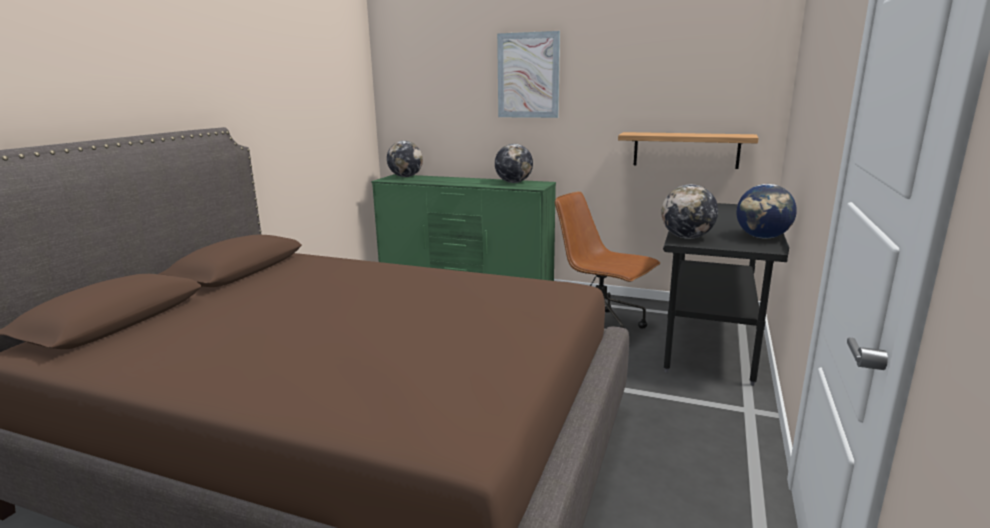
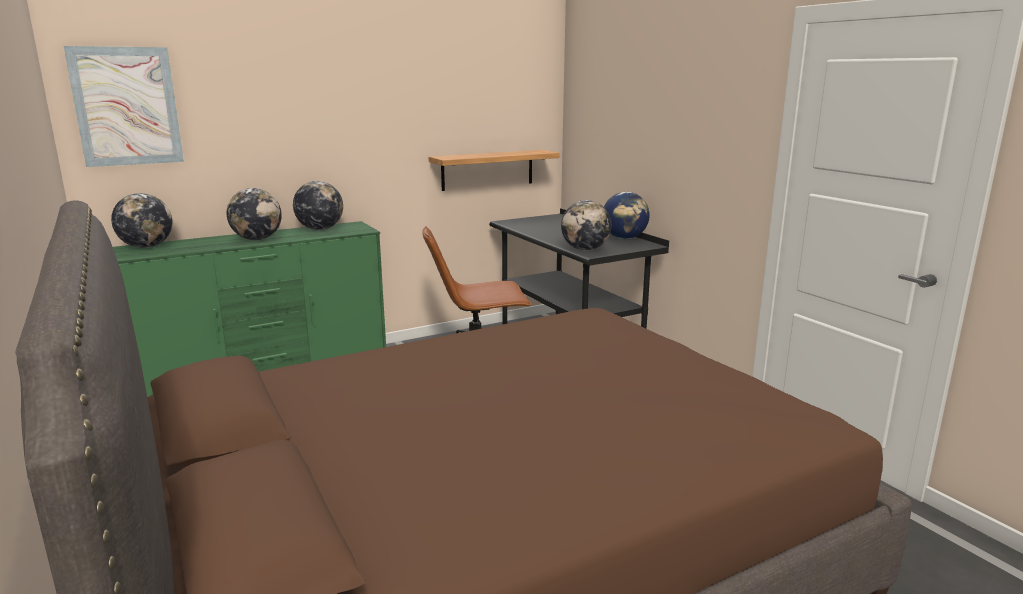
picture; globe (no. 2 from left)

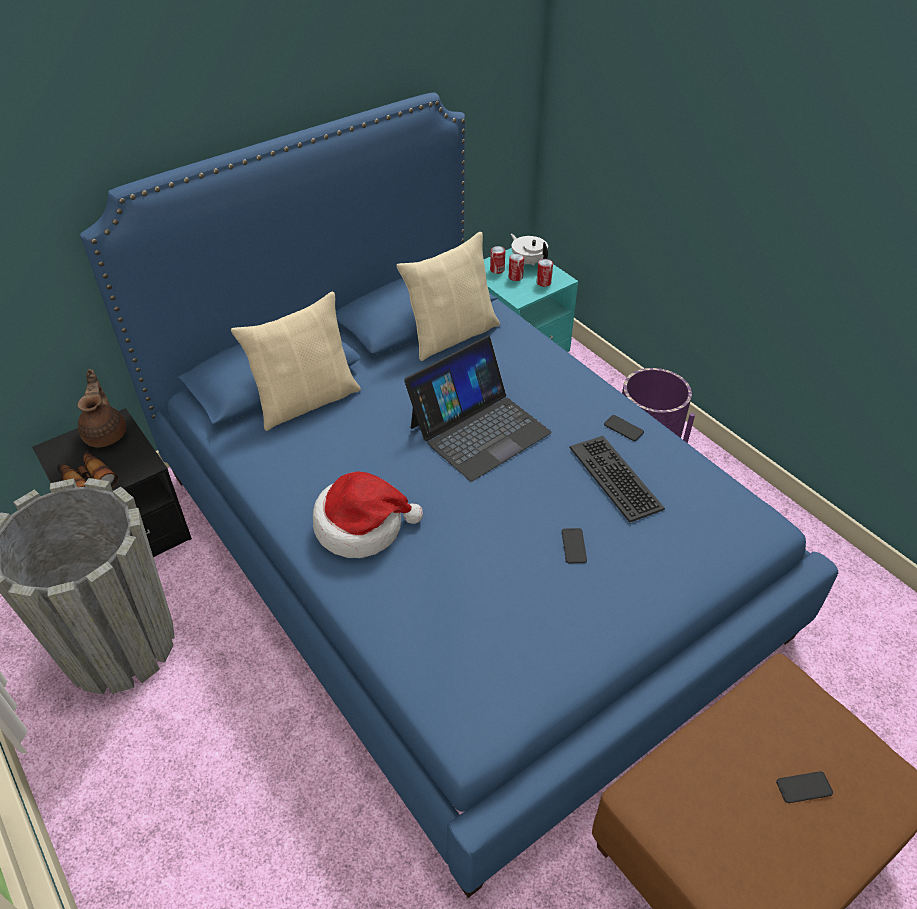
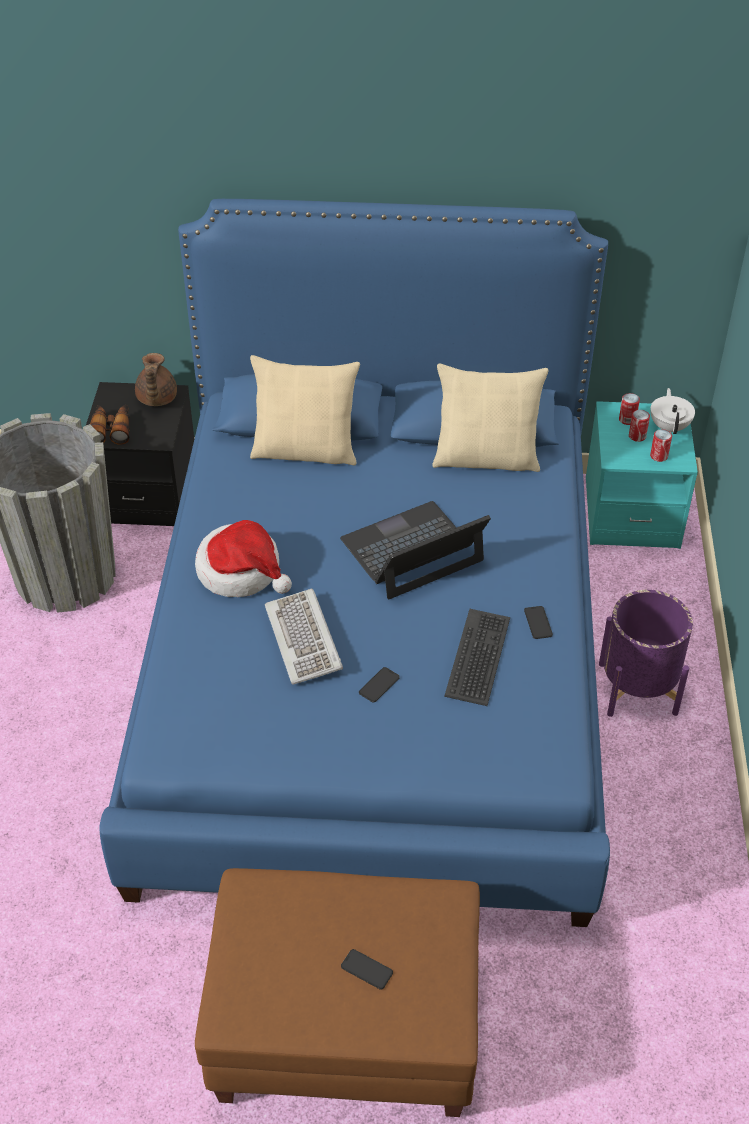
laptop; brown teapot; keyboard (no. 1 from left)

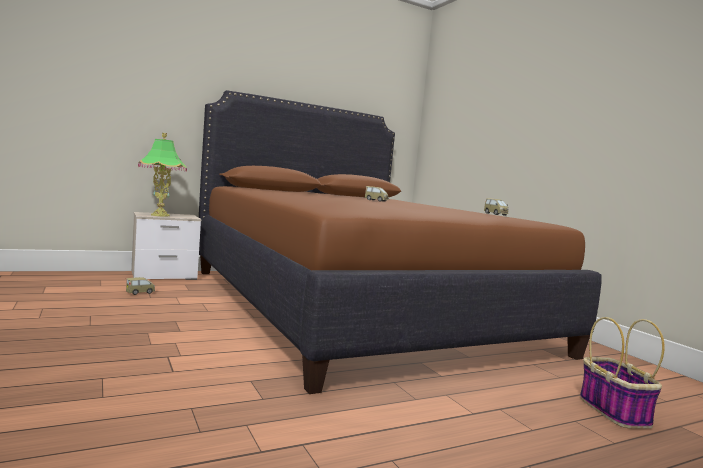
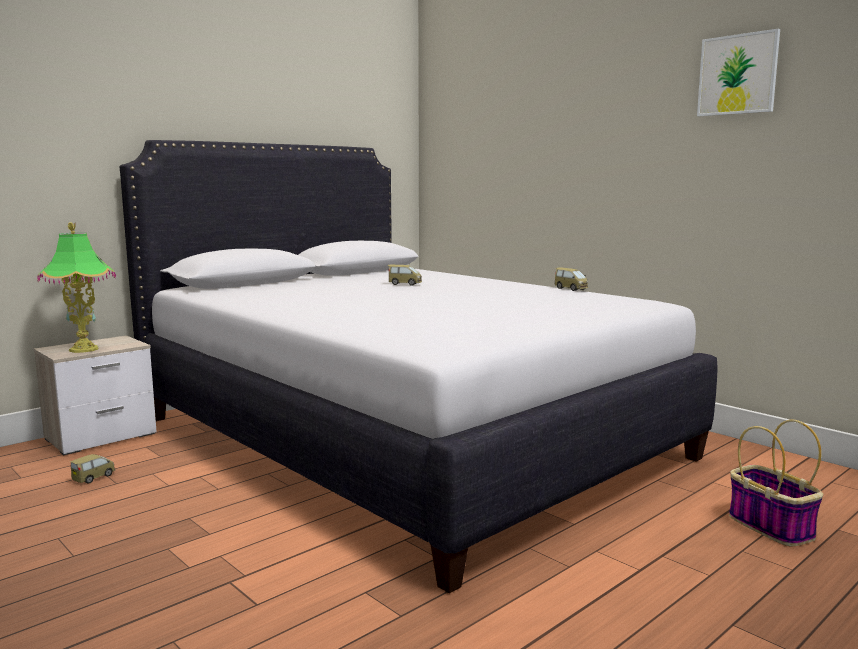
white bed; picture

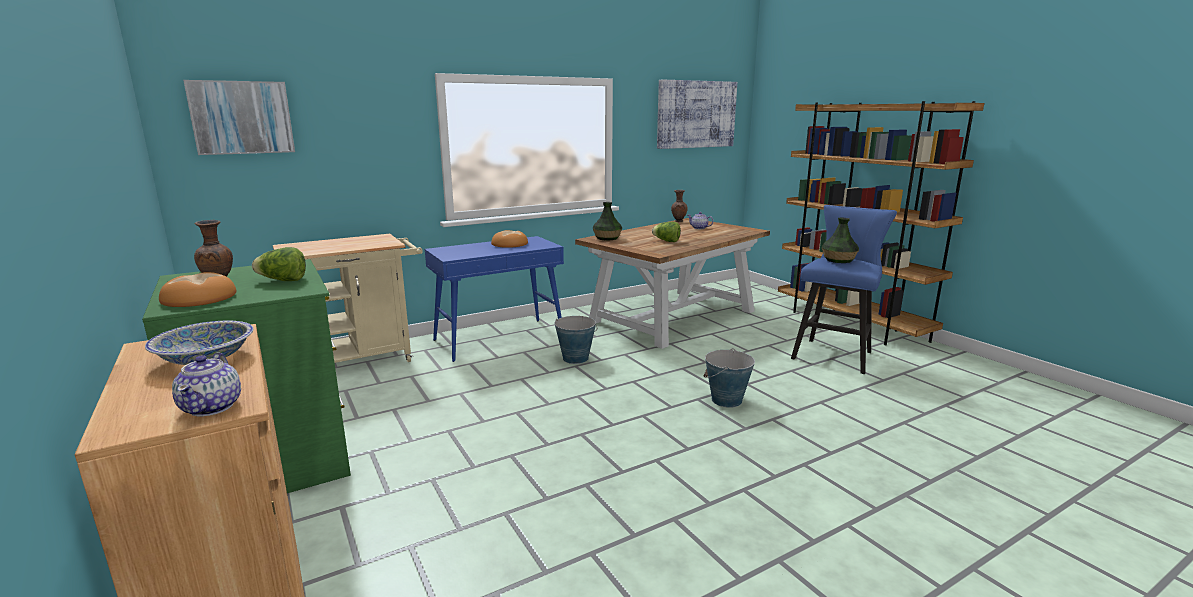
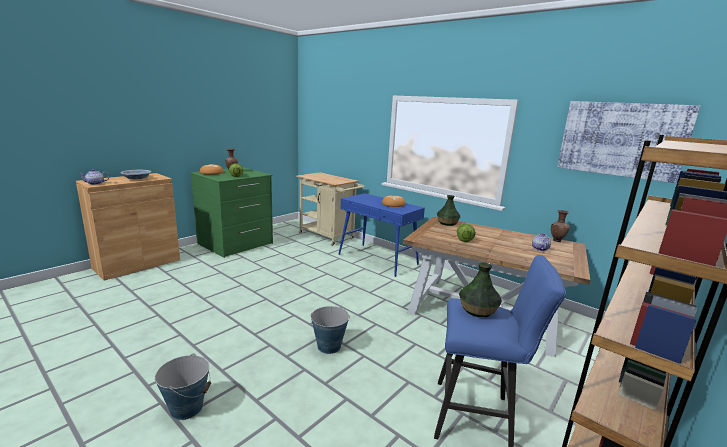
picture (no. 1 from left in the first image); bucket (no. 1 from left)

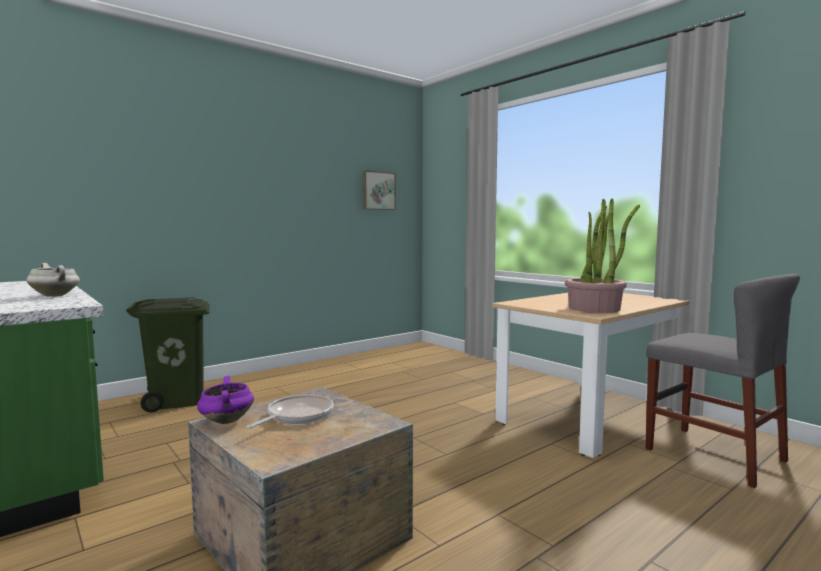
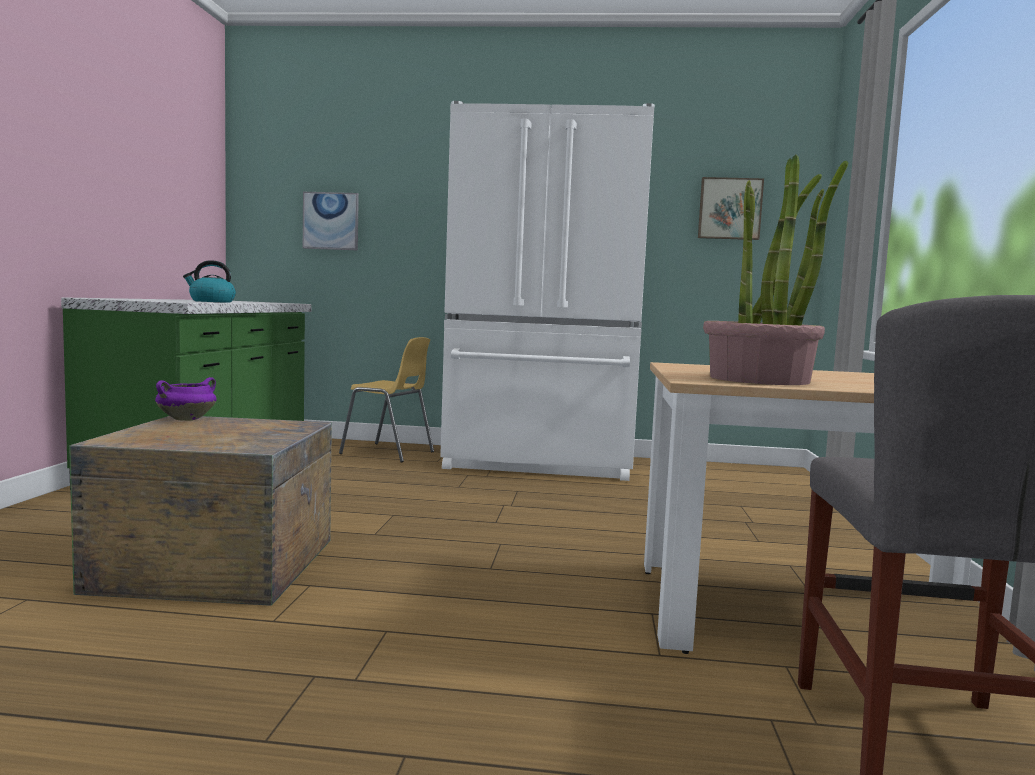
kettle; yellow chair; frying pan; white fridge; picture (no. 1 from left)

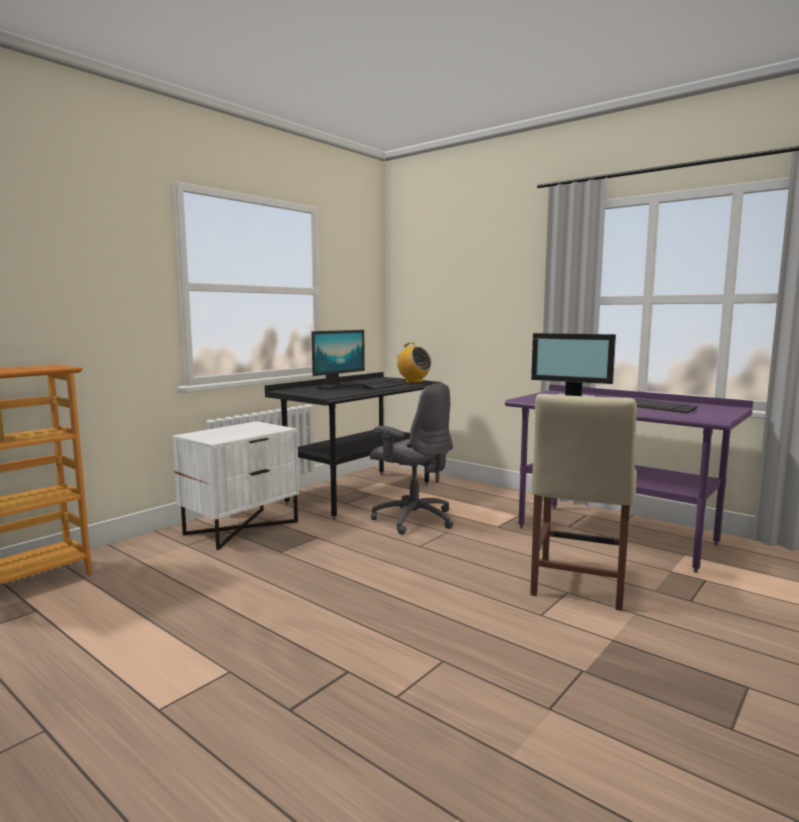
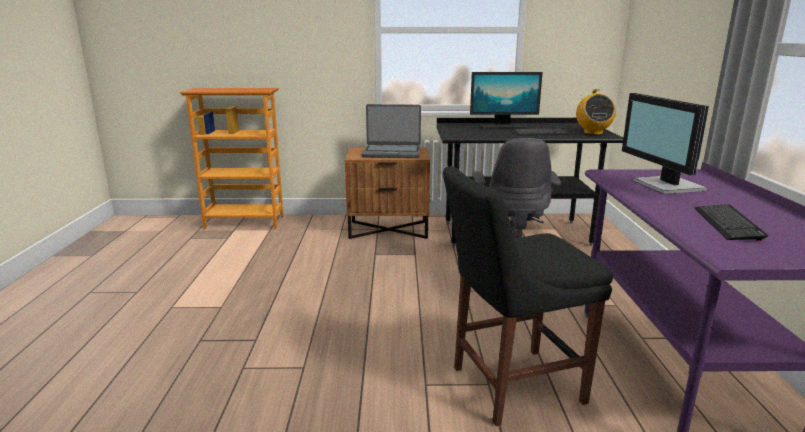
black chair; brown nightstand; laptop

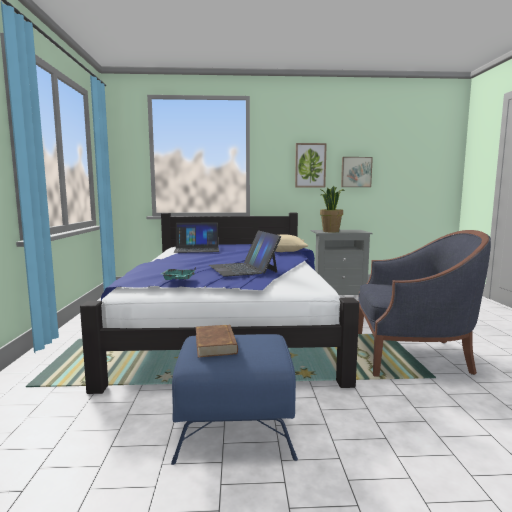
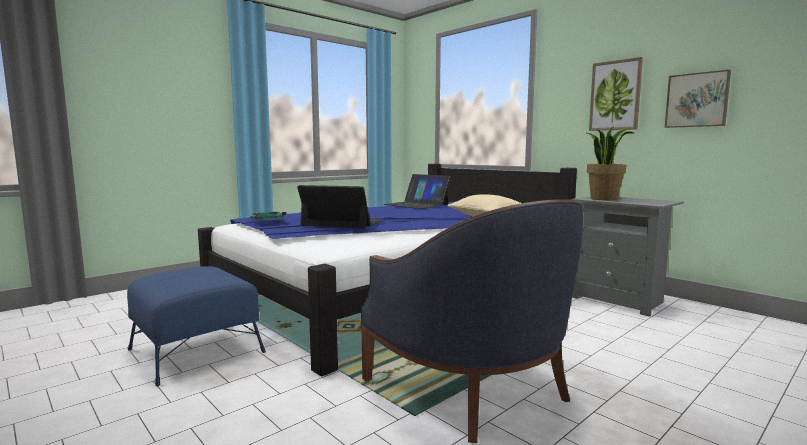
laptop (no. 1 from left); brown book

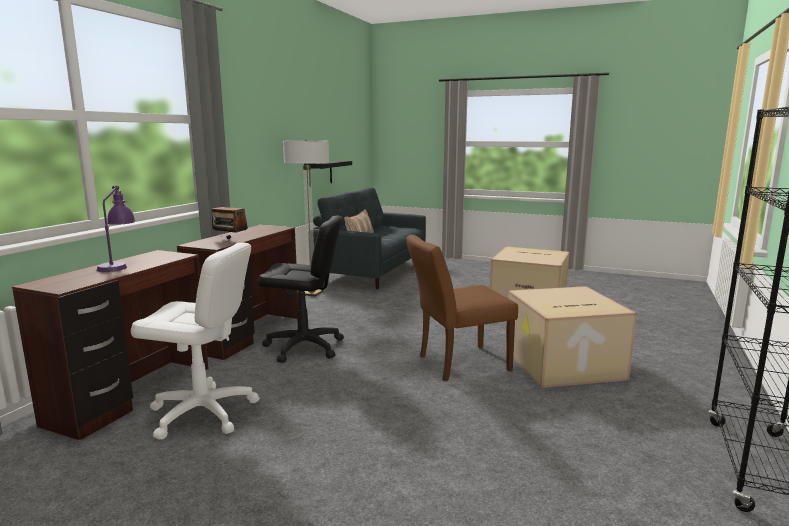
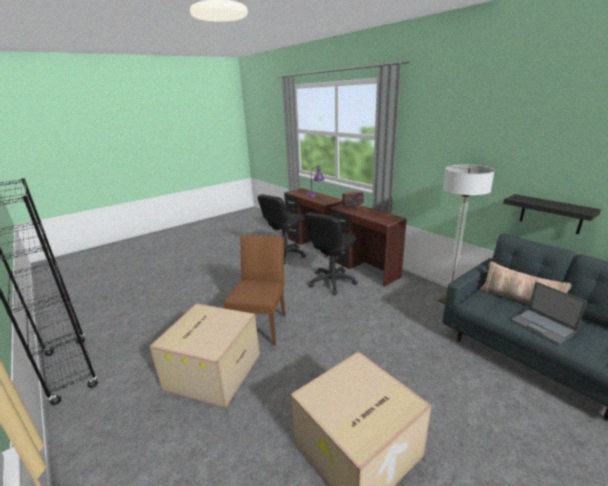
black office chair (no. 1 from left); laptop

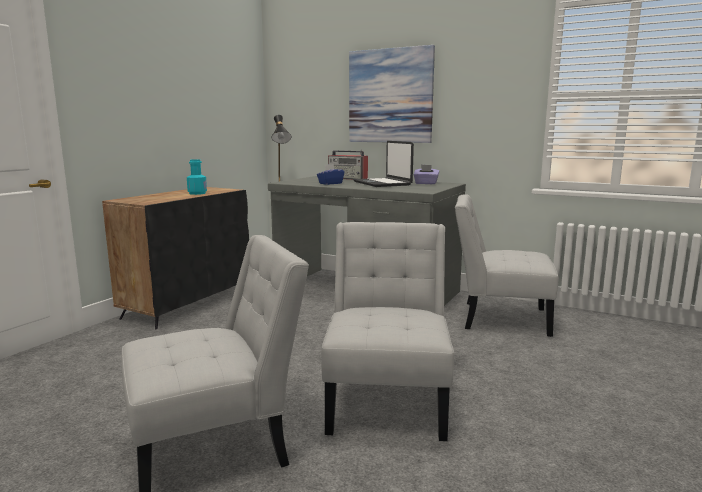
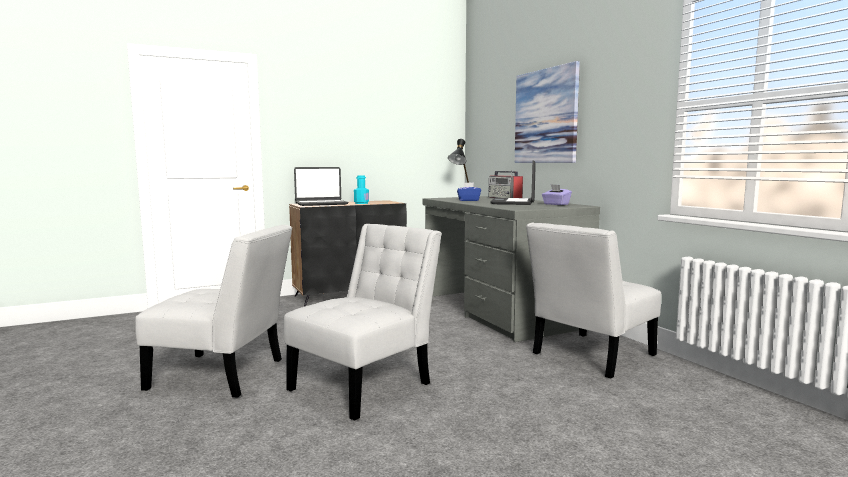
white chair (no. 3 from left); laptop (no. 1 from left)

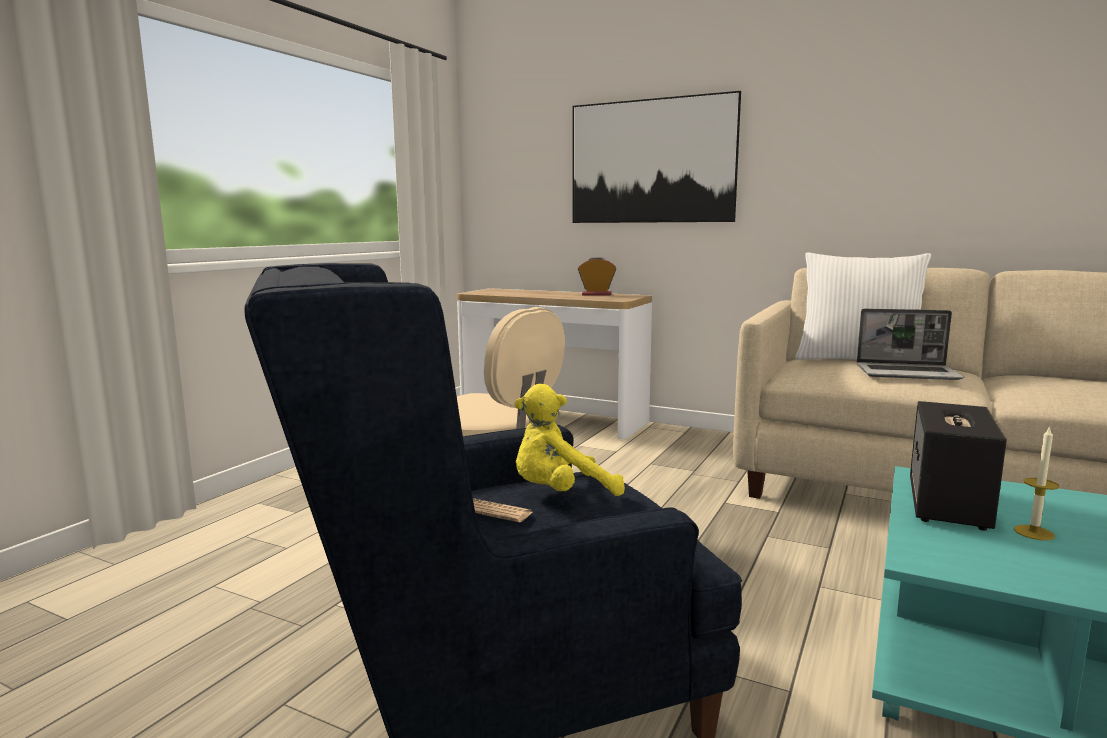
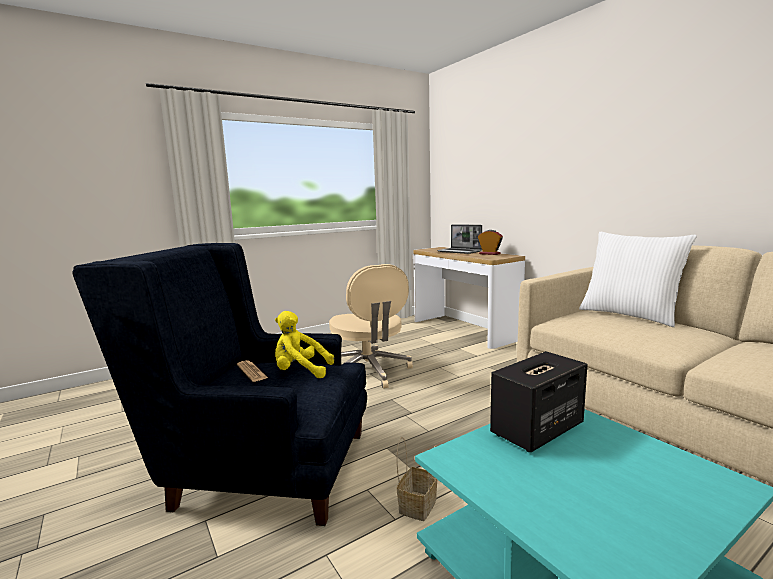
picture; laptop; candle; basket

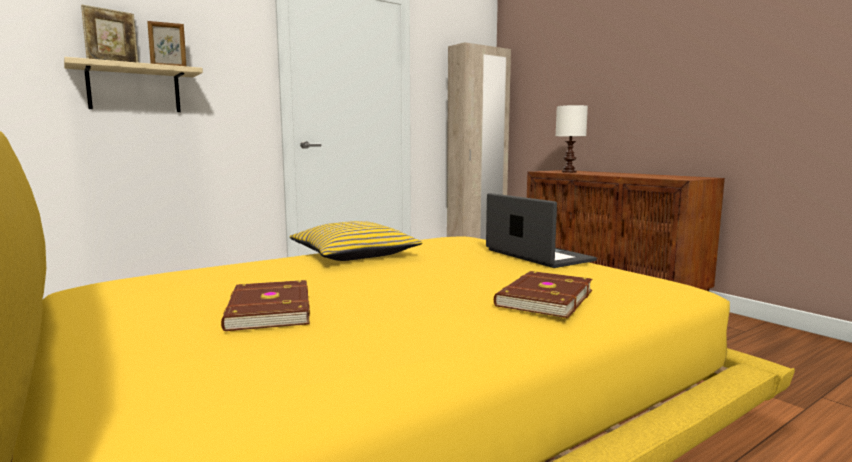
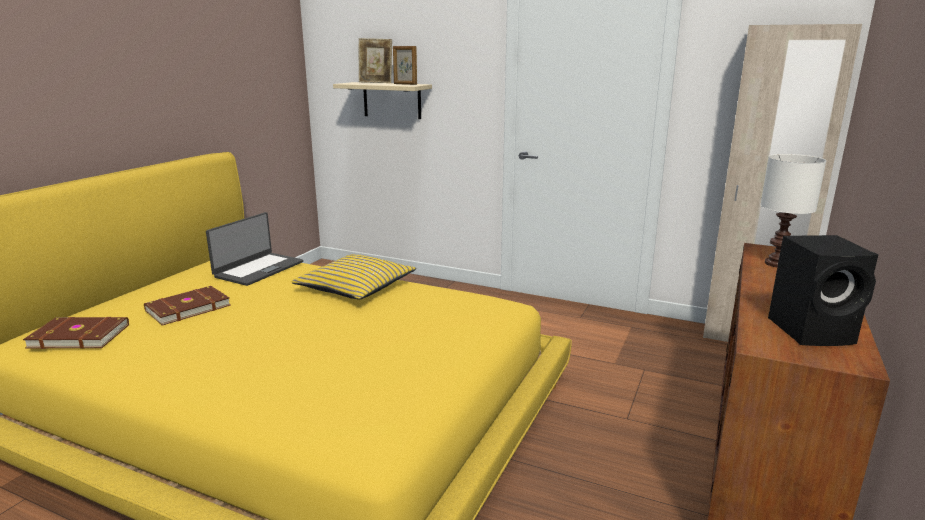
laptop; brown book (no. 1 from left); black speaker

